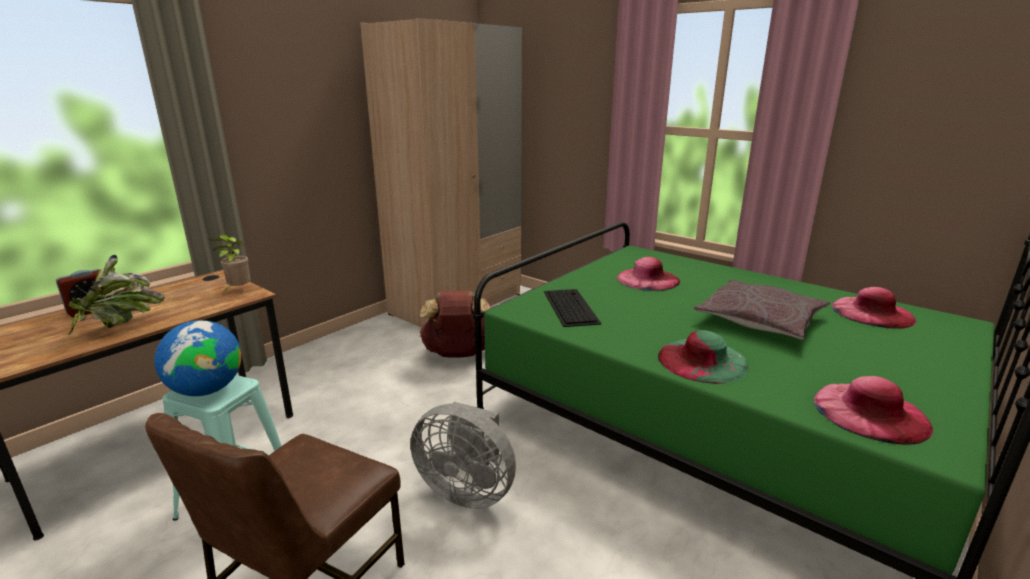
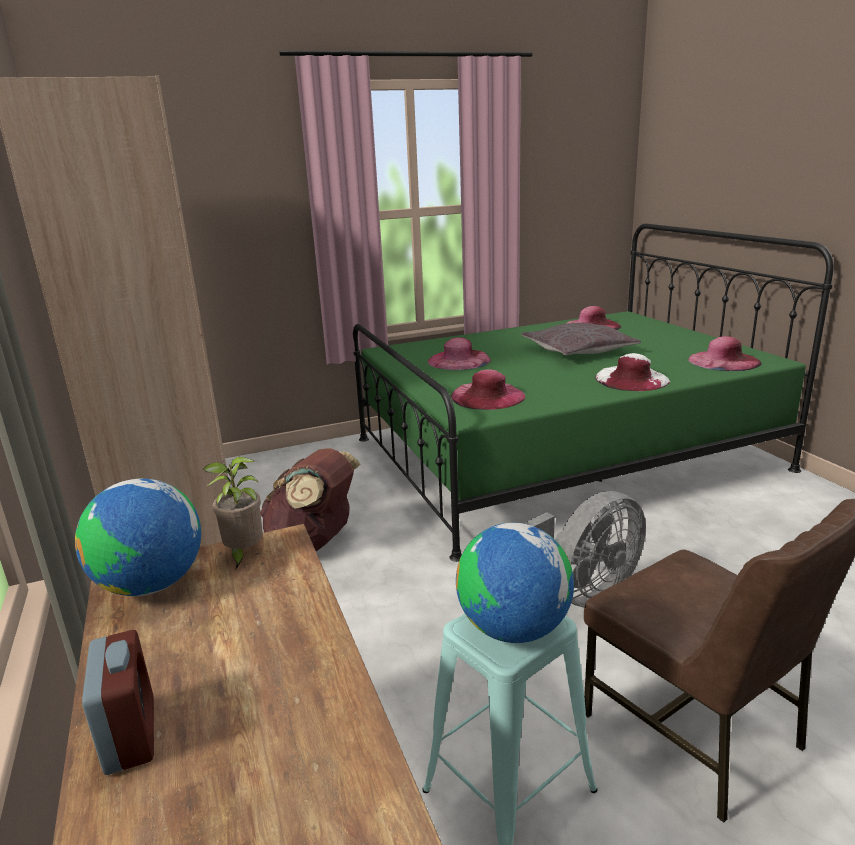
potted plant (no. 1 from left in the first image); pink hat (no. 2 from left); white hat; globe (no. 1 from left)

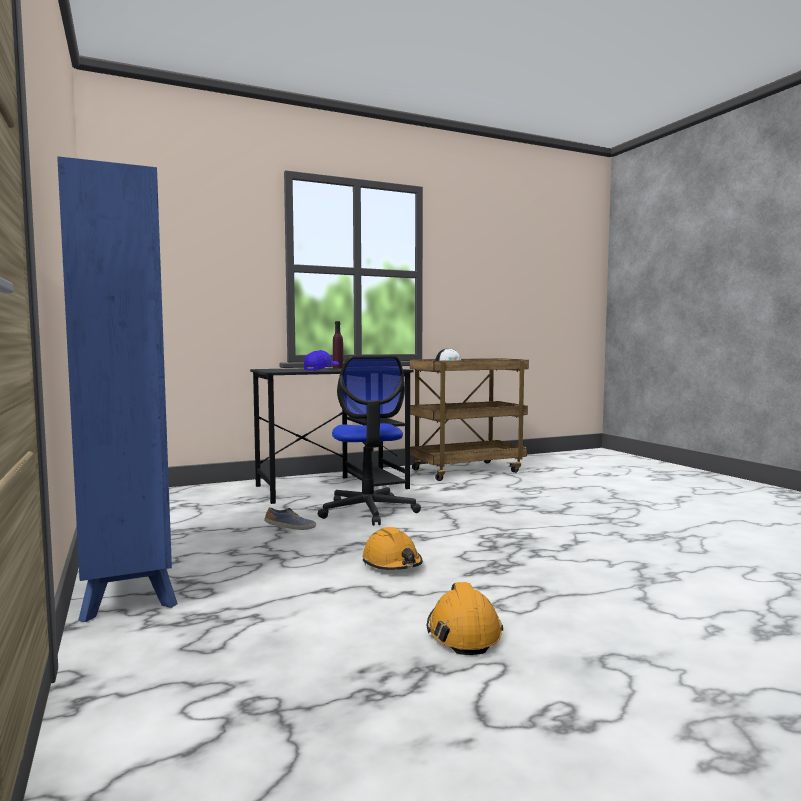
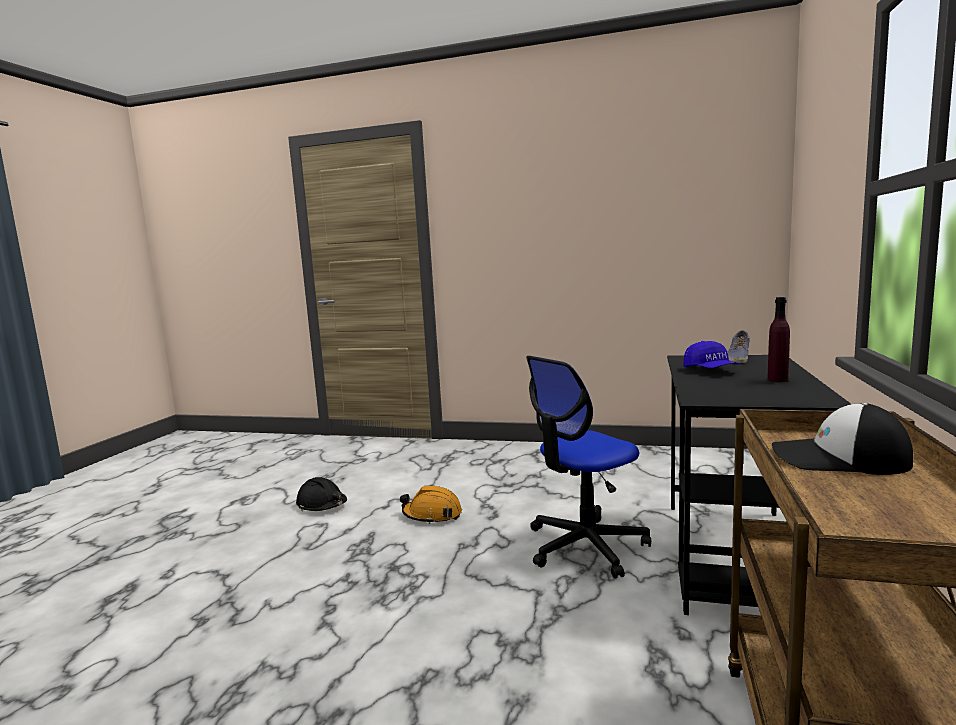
blue bookcase; office chair; shoe; black hard hat

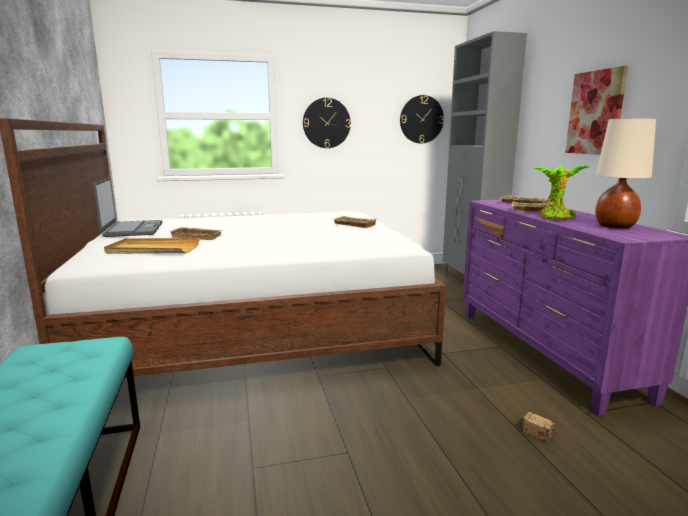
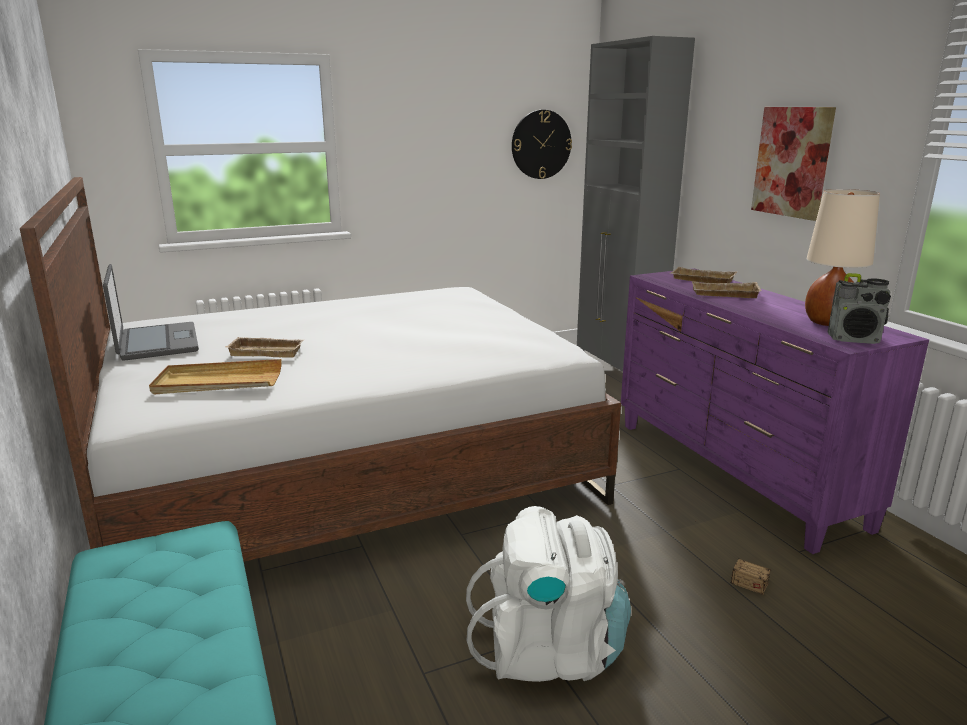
wall clock (no. 1 from left in the first image); potted plant; beige tray (no. 3 from left in the first image); radio; white backpack

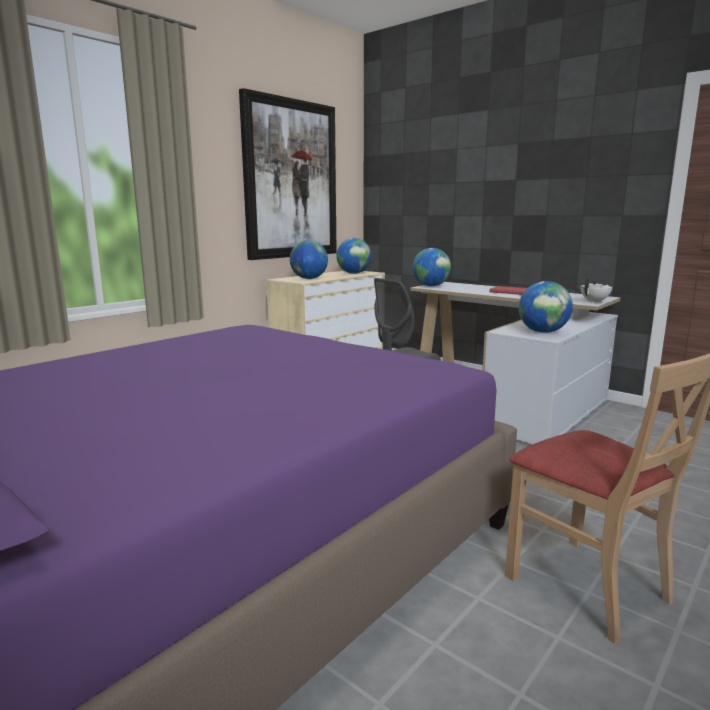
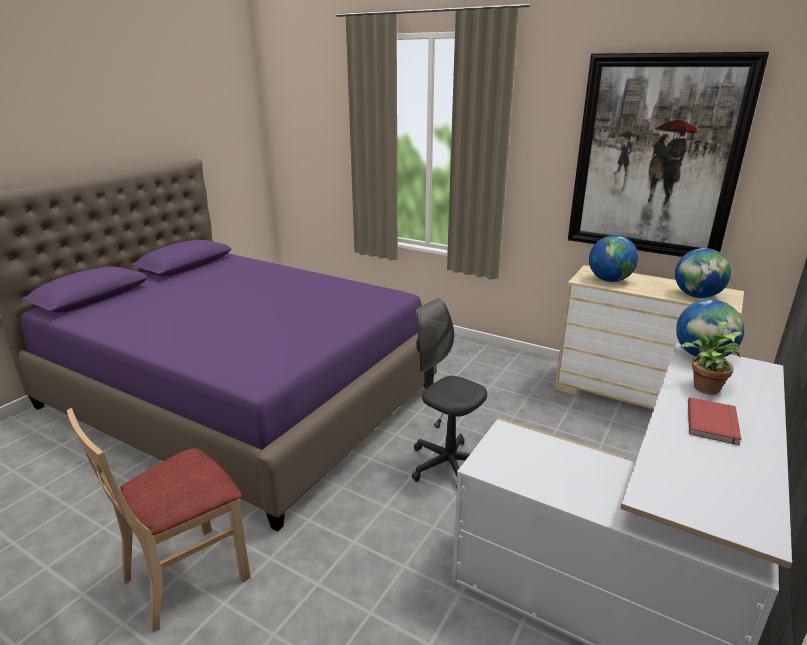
white teapot; globe (no. 4 from left in the first image); potted plant

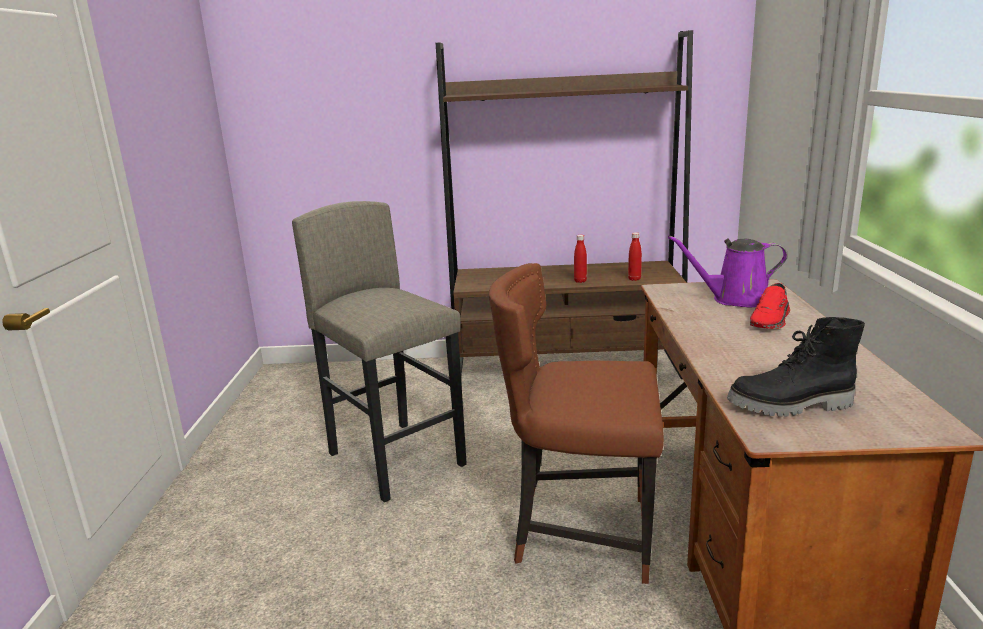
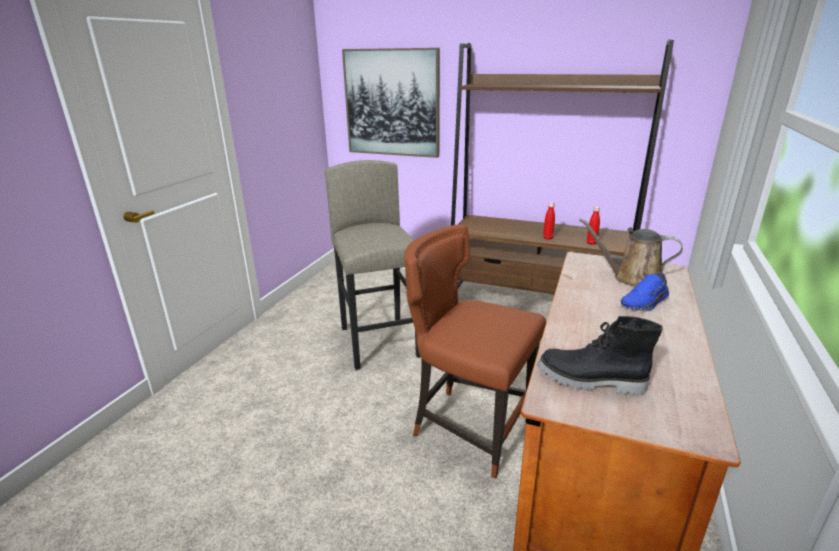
brown watering can; blue shoe; picture

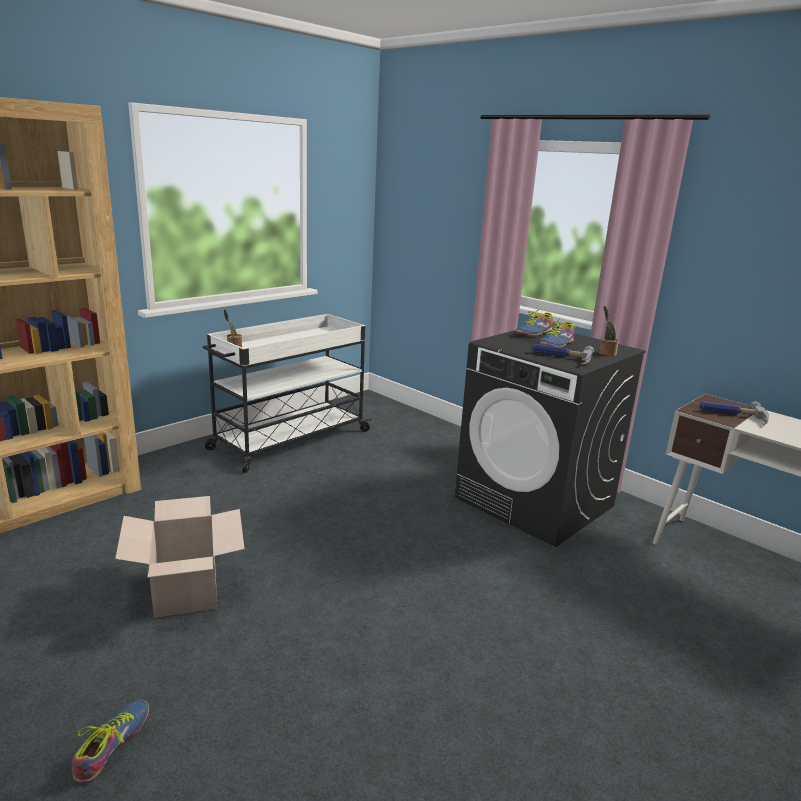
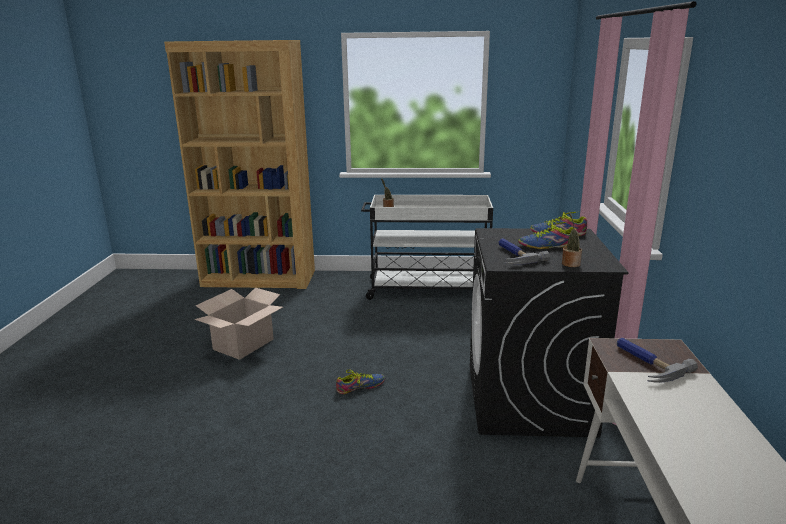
shoe (no. 1 from left)

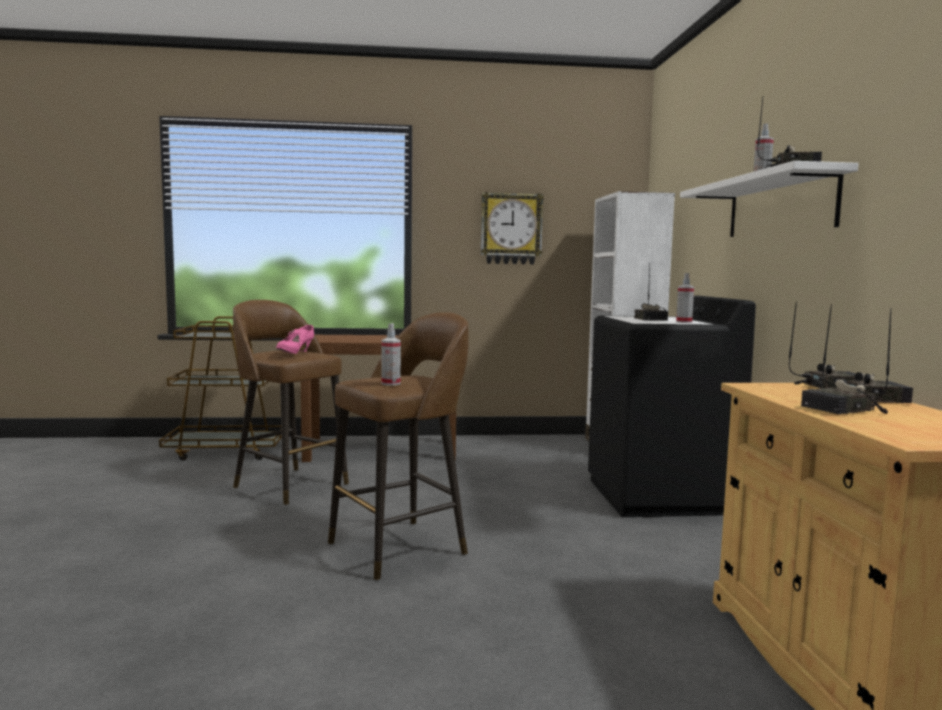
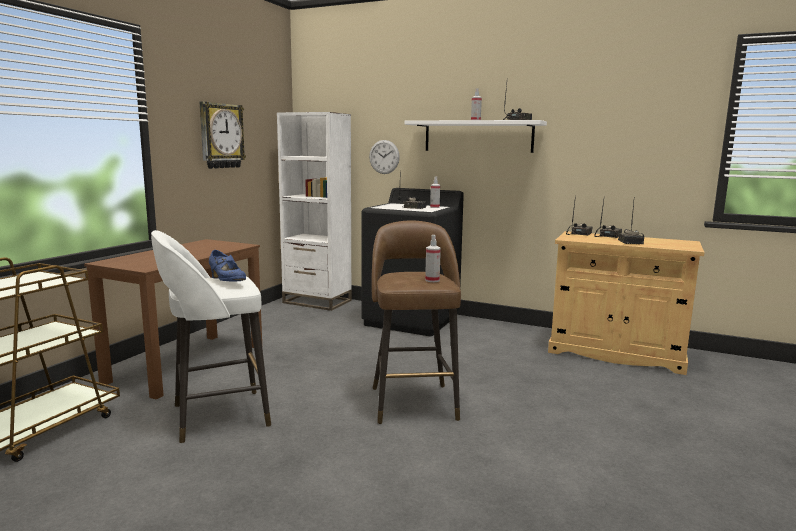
white stool; blue shoe; wall clock (no. 2 from left)

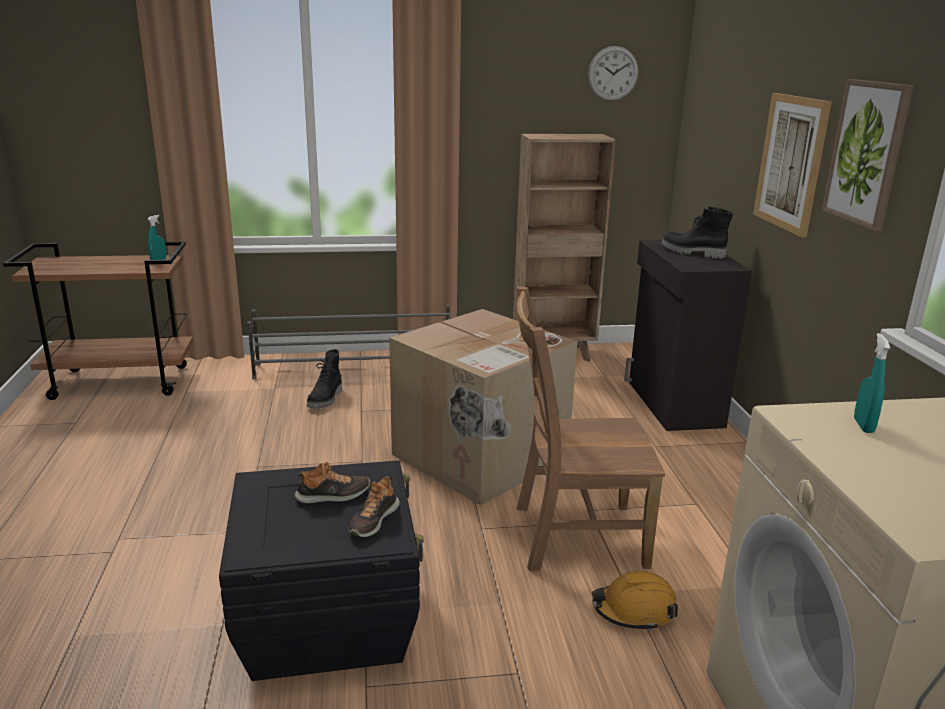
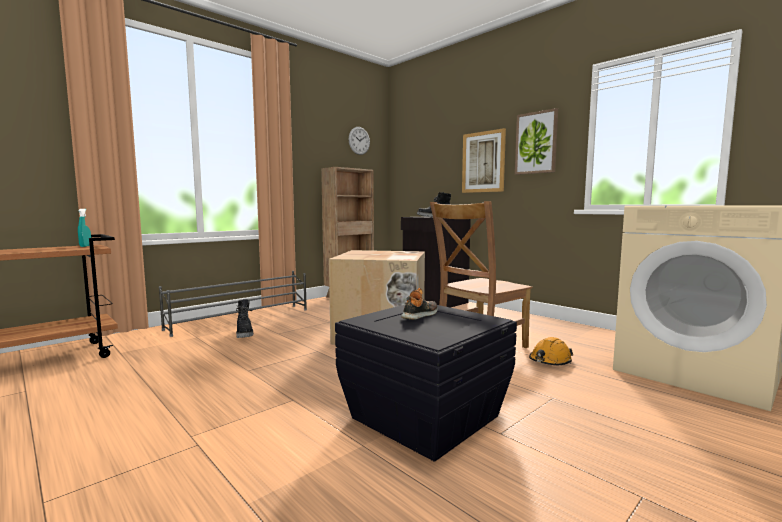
turquoise spray bottle (no. 2 from left in the first image); shoe (no. 2 from left in the first image)

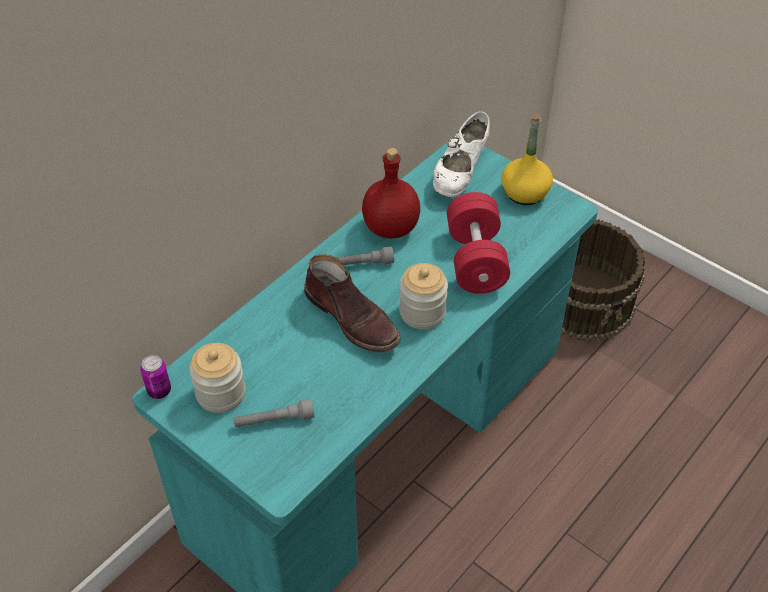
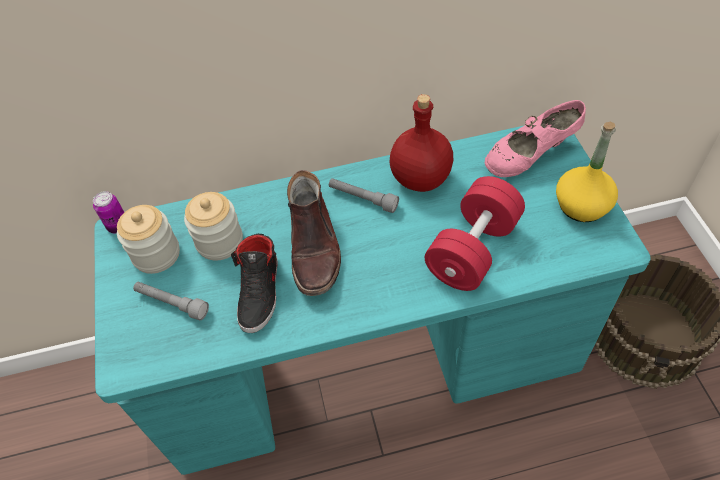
pink shoe; jar (no. 2 from left); black shoe

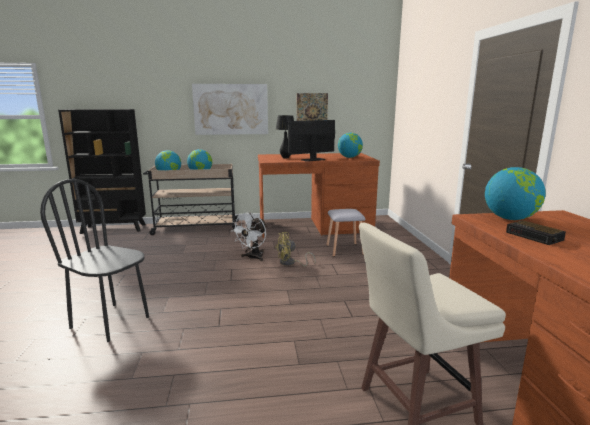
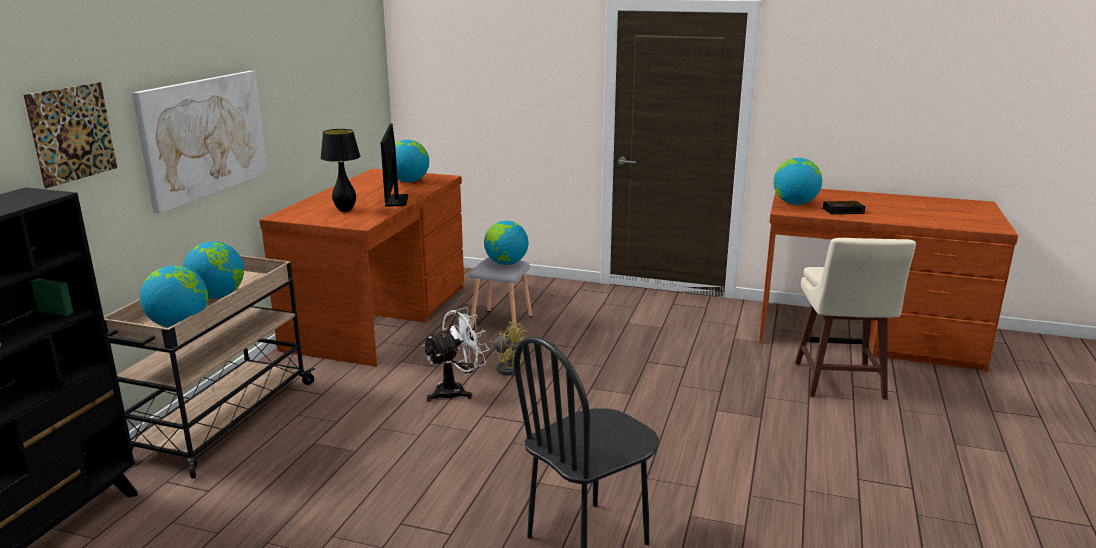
picture (no. 1 from left); white fan; yellow fan; globe (no. 4 from left)

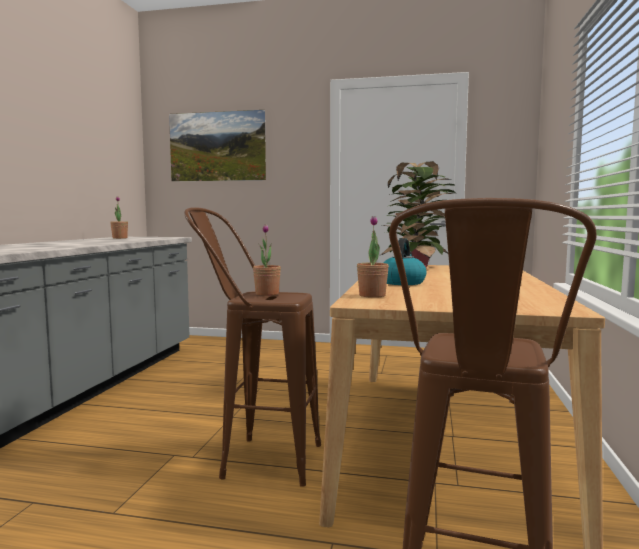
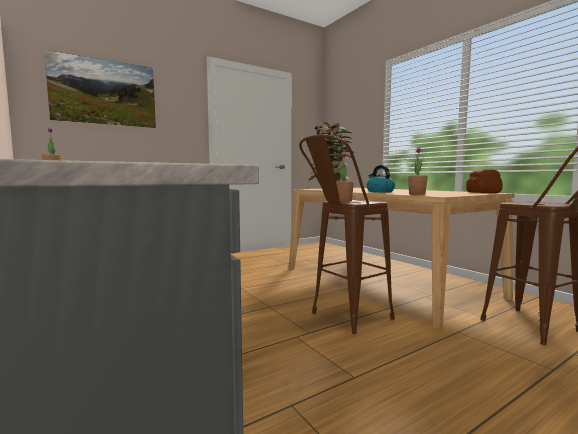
bread

